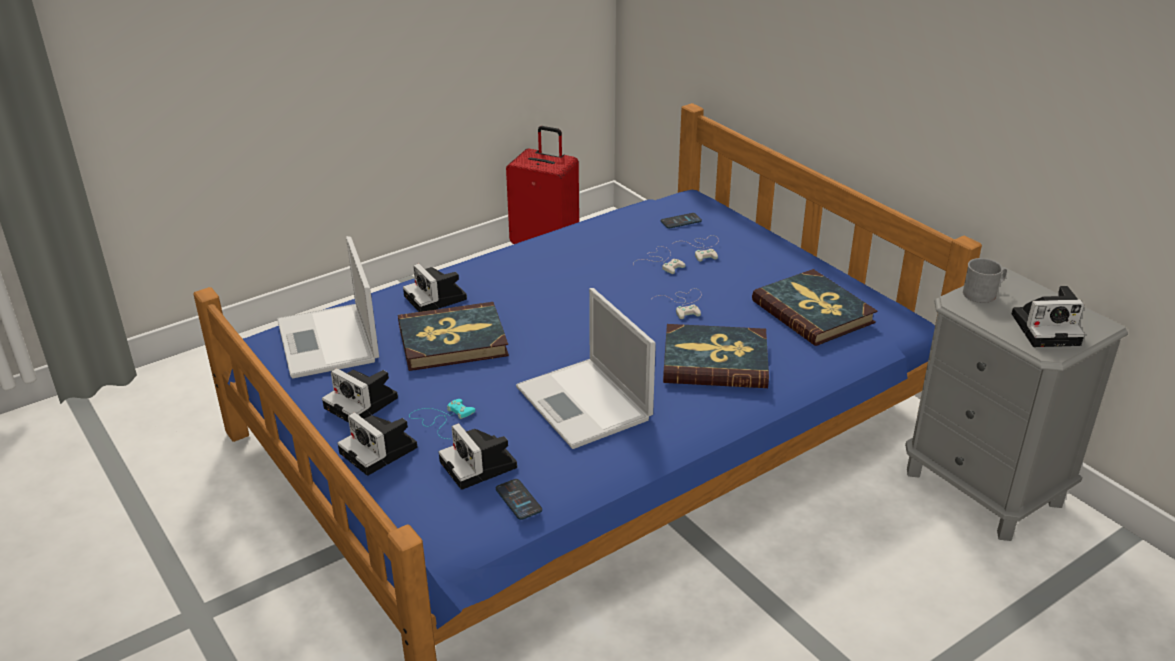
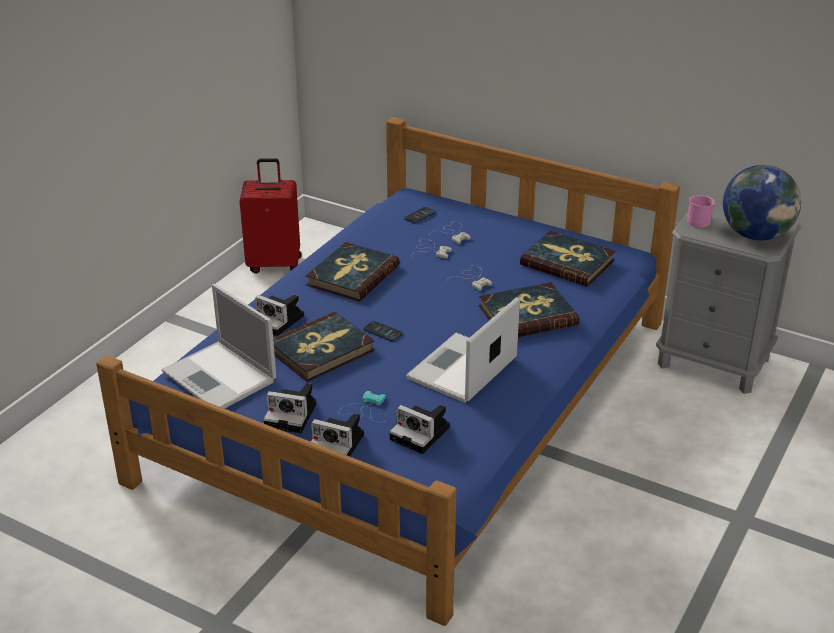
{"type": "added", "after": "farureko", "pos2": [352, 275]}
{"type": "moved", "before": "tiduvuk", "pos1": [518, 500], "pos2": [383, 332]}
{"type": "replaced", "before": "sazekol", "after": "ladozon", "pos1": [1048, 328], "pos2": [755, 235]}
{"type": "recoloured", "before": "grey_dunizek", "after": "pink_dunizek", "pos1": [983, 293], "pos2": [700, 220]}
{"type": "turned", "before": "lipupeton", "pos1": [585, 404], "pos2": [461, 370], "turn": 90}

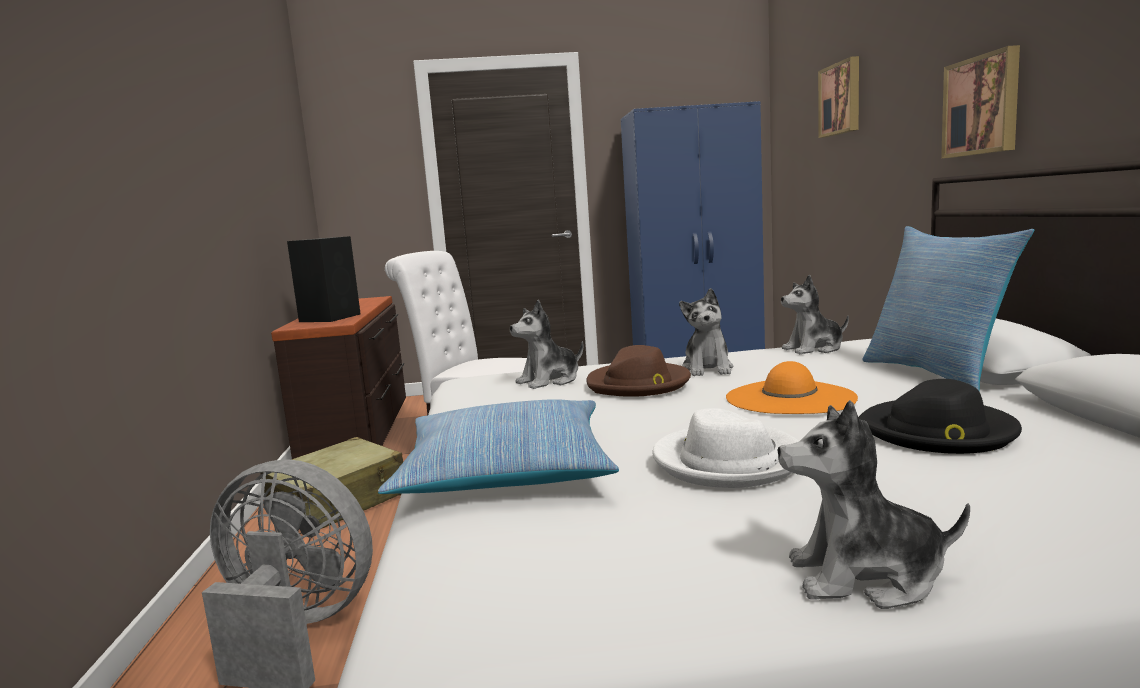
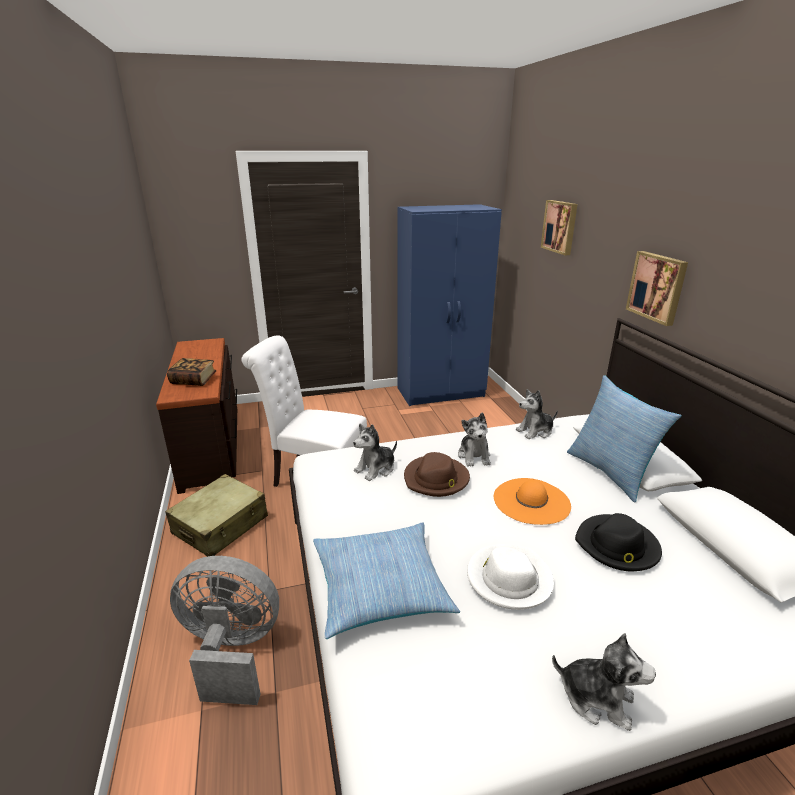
{"type": "replaced", "before": "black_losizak", "after": "farureko", "pos1": [331, 318], "pos2": [194, 380]}
{"type": "turned", "before": "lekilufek", "pos1": [865, 577], "pos2": [596, 698], "turn": -150}

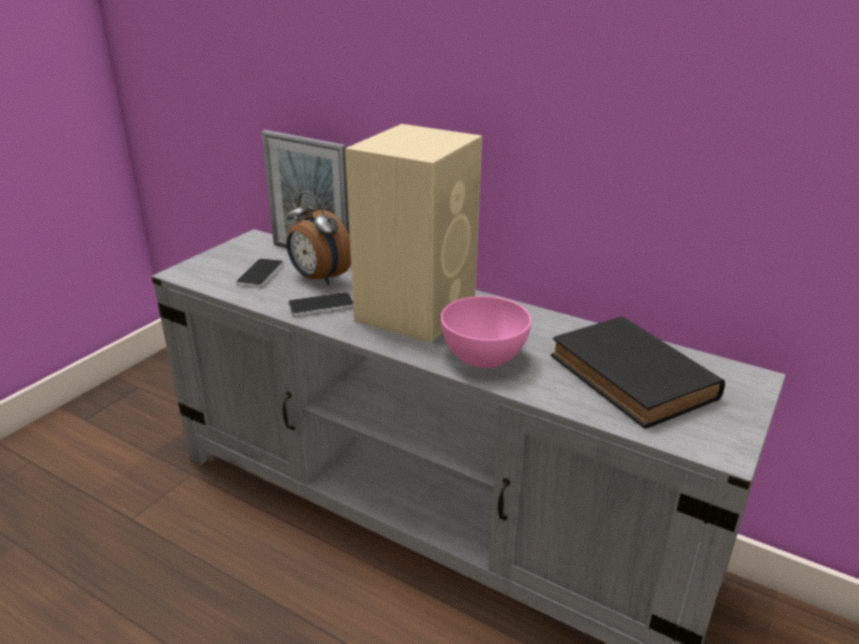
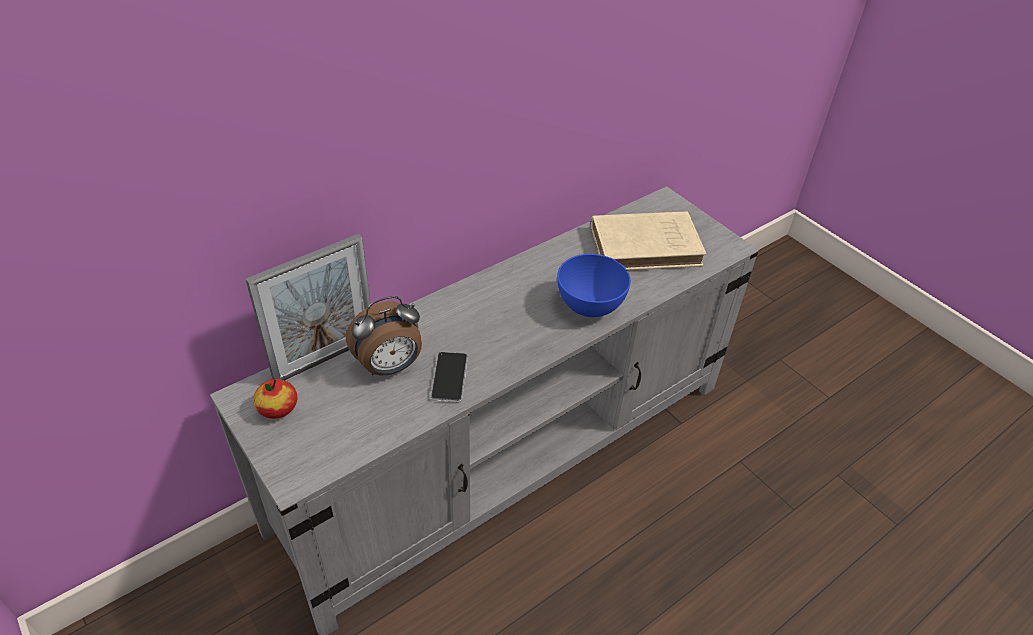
{"type": "removed", "before": "tiduvuk", "pos1": [260, 274]}
{"type": "removed", "before": "beige_losizak", "pos1": [417, 309]}
{"type": "added", "after": "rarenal", "pos2": [278, 408]}
{"type": "recoloured", "before": "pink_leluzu", "after": "blue_leluzu", "pos1": [483, 358], "pos2": [590, 306]}
{"type": "recoloured", "before": "black_farureko", "after": "beige_farureko", "pos1": [635, 379], "pos2": [648, 246]}

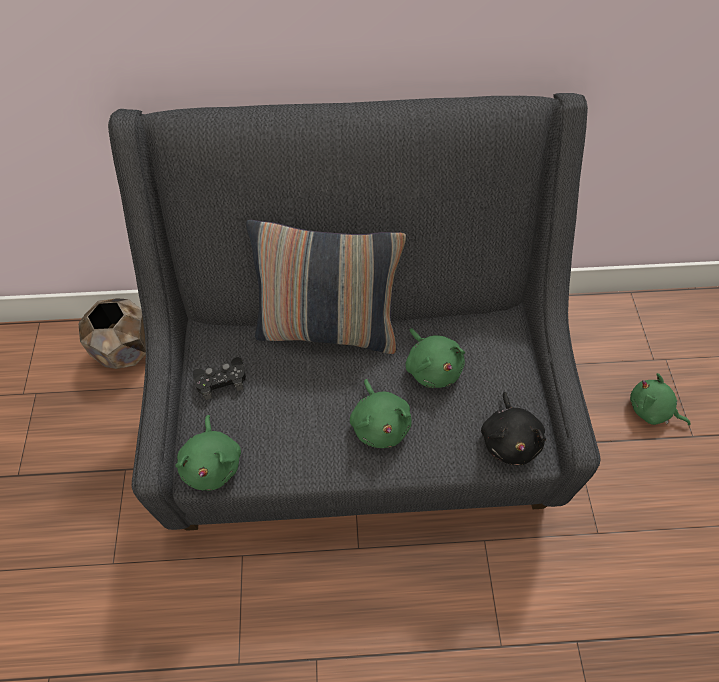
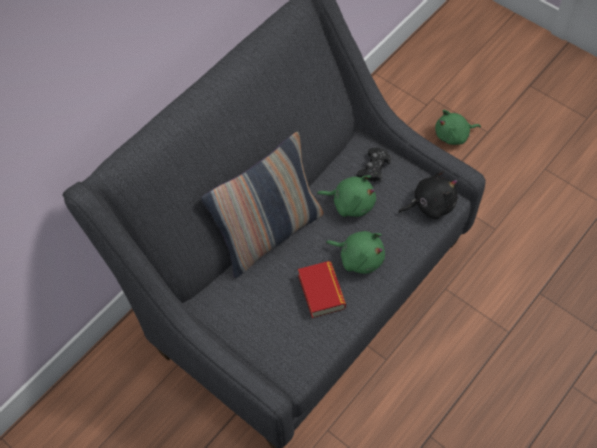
{"type": "removed", "before": "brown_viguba", "pos1": [127, 349]}
{"type": "removed", "before": "green_lekilufek", "pos1": [212, 462]}
{"type": "added", "after": "farureko", "pos2": [321, 292]}
{"type": "moved", "before": "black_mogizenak", "pos1": [221, 380], "pos2": [374, 168]}
{"type": "turned", "before": "black_lekilufek", "pos1": [509, 438], "pos2": [430, 205], "turn": -60}

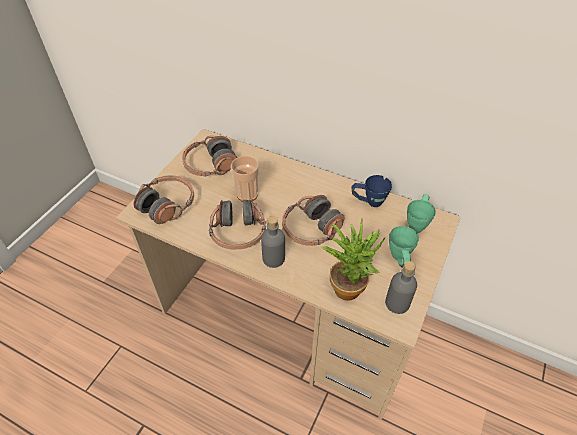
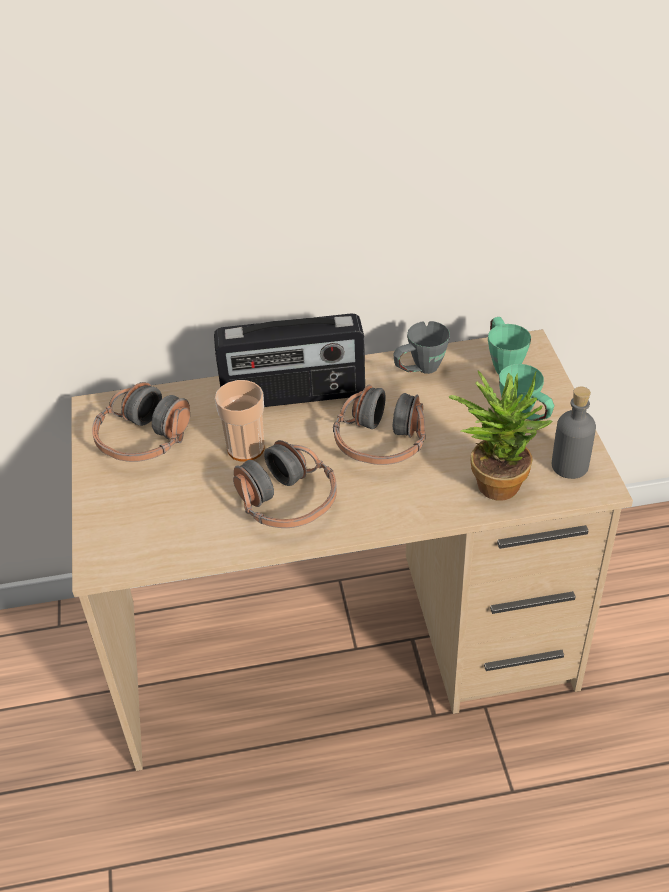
{"type": "removed", "before": "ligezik", "pos1": [167, 205]}
{"type": "removed", "before": "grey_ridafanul", "pos1": [273, 258]}
{"type": "added", "after": "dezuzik", "pos2": [293, 396]}
{"type": "recoloured", "before": "blue_dunizek", "after": "grey_dunizek", "pos1": [368, 202], "pos2": [419, 371]}

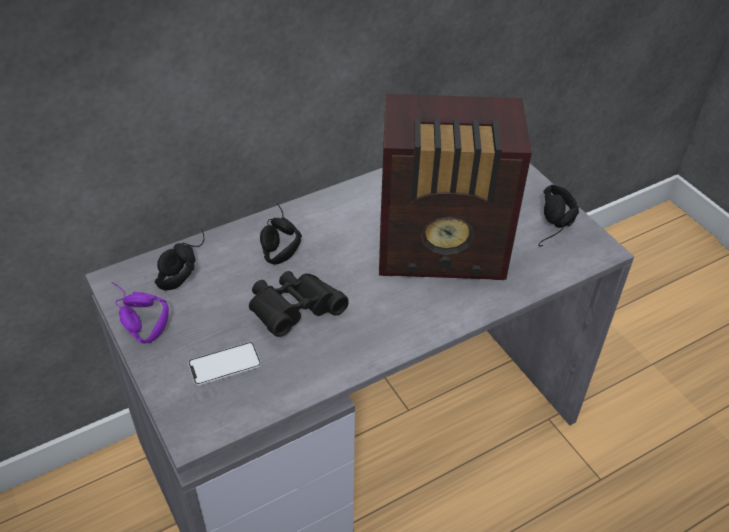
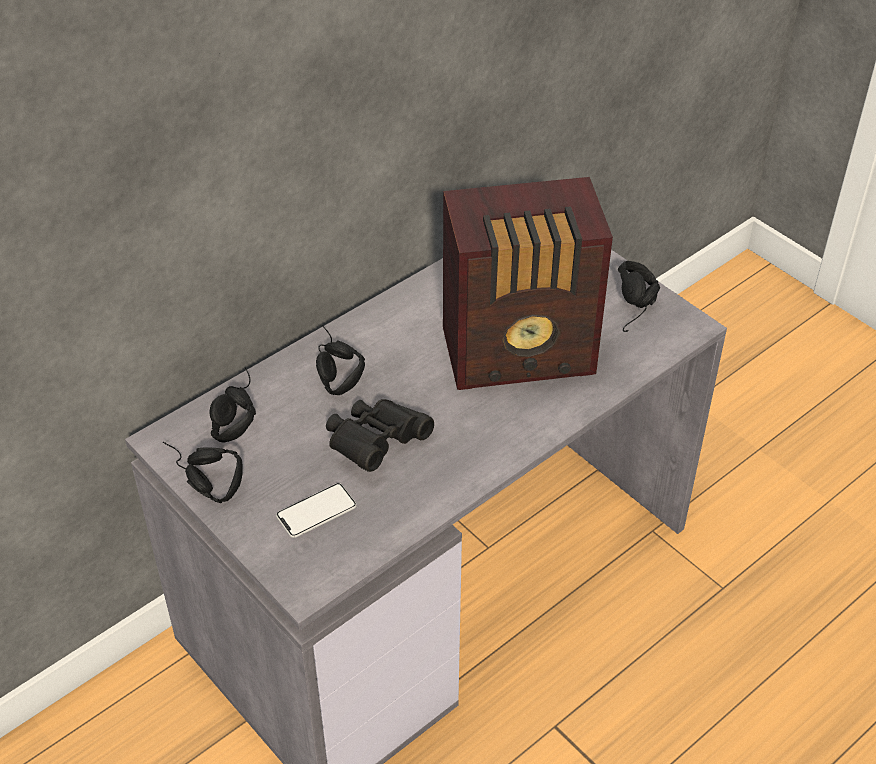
{"type": "recoloured", "before": "purple_ligezik", "after": "black_ligezik", "pos1": [132, 319], "pos2": [198, 479]}

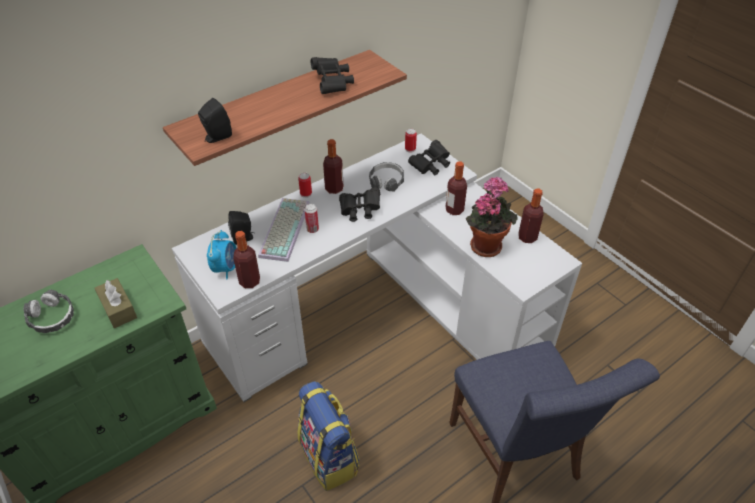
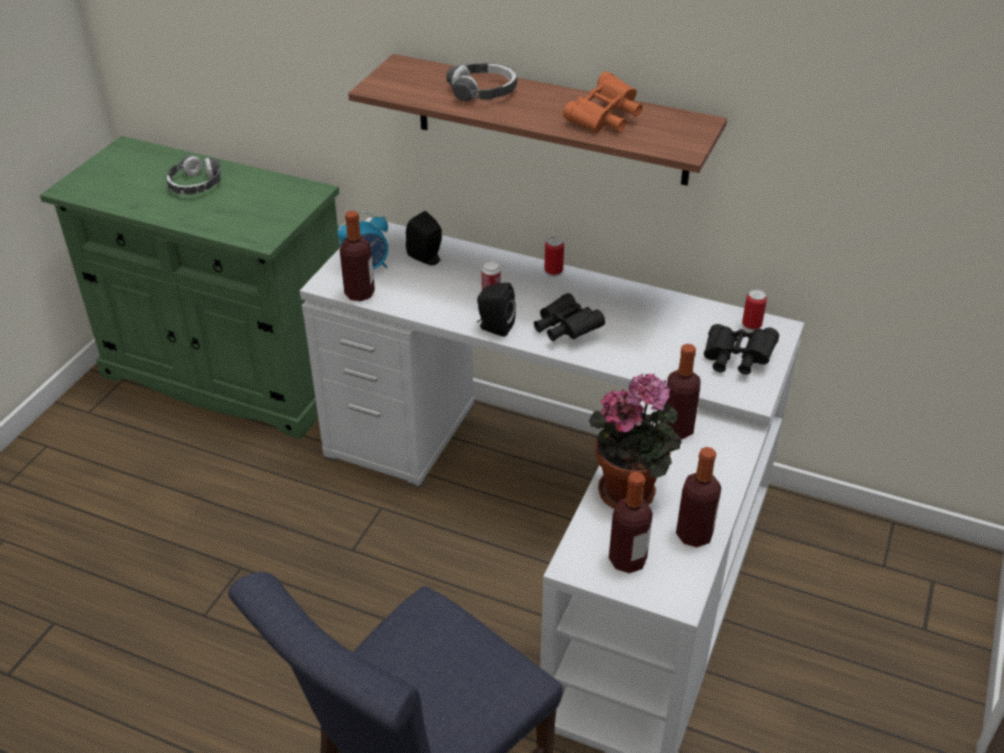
{"type": "removed", "before": "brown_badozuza", "pos1": [118, 309]}
{"type": "removed", "before": "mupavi", "pos1": [283, 228]}
{"type": "removed", "before": "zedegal", "pos1": [330, 457]}
{"type": "moved", "before": "black_losizak", "pos1": [216, 137], "pos2": [494, 327]}
{"type": "moved", "before": "ridafanul", "pos1": [334, 188], "pos2": [627, 560]}
{"type": "moved", "before": "ligezik", "pos1": [386, 181], "pos2": [483, 91]}
{"type": "recoloured", "before": "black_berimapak", "after": "orange_berimapak", "pos1": [333, 83], "pos2": [605, 119]}

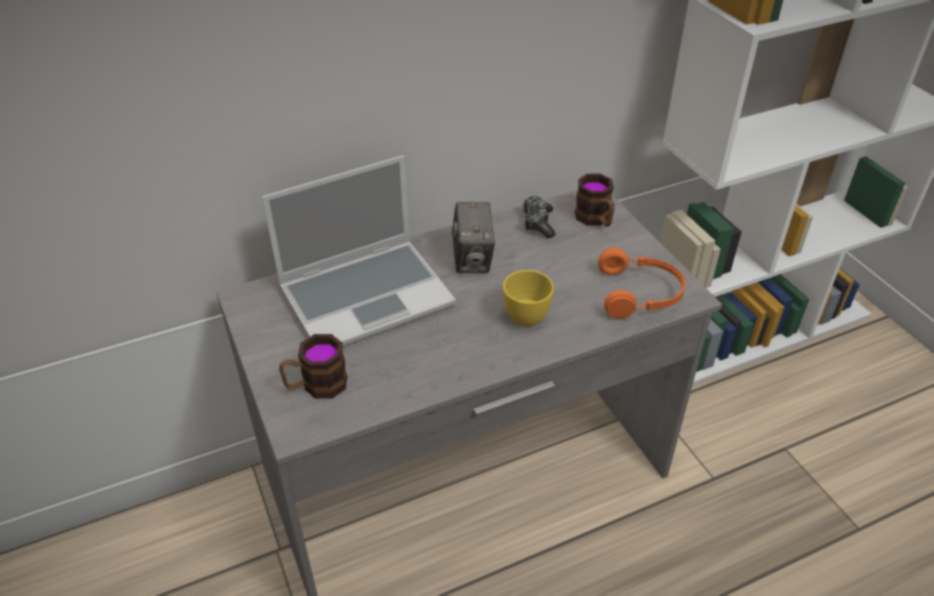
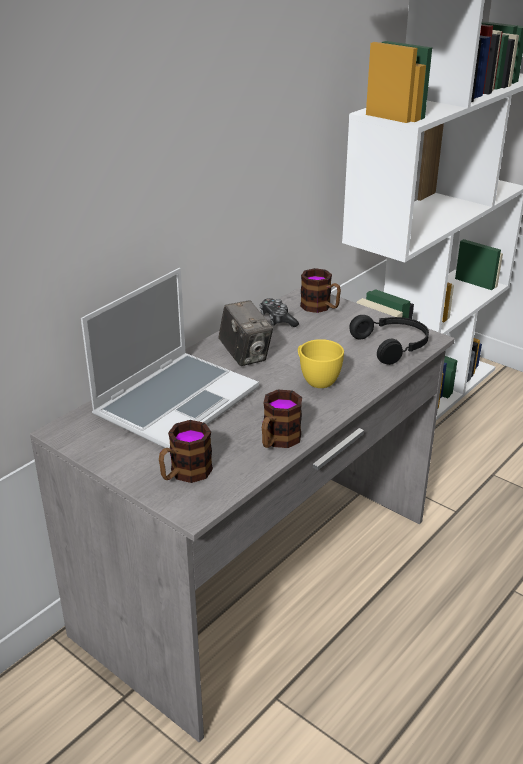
{"type": "added", "after": "dunizek", "pos2": [278, 441]}
{"type": "recoloured", "before": "orange_ligezik", "after": "black_ligezik", "pos1": [640, 294], "pos2": [393, 346]}

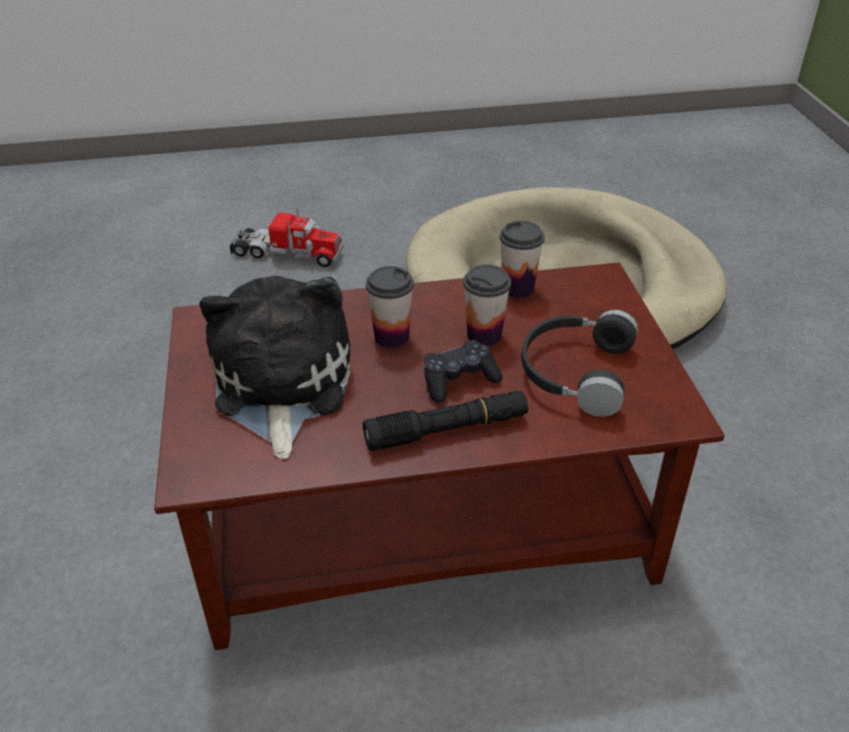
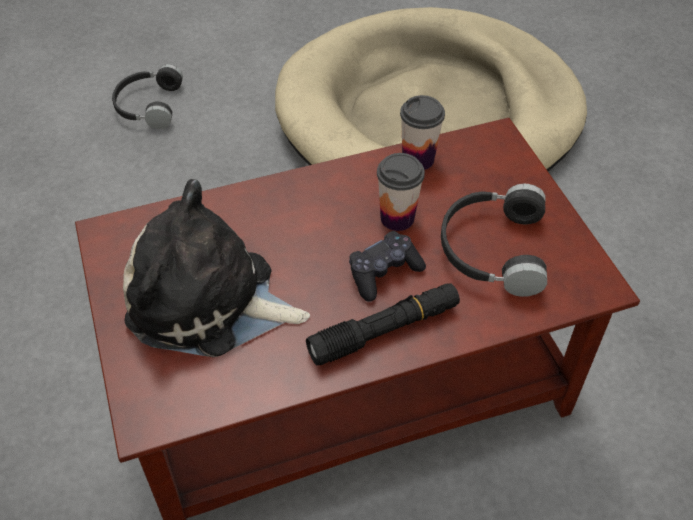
{"type": "removed", "before": "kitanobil", "pos1": [391, 337]}
{"type": "replaced", "before": "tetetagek", "after": "black_ligezik", "pos1": [287, 253], "pos2": [147, 105]}
{"type": "turned", "before": "lekilufek", "pos1": [280, 386], "pos2": [210, 302], "turn": -60}

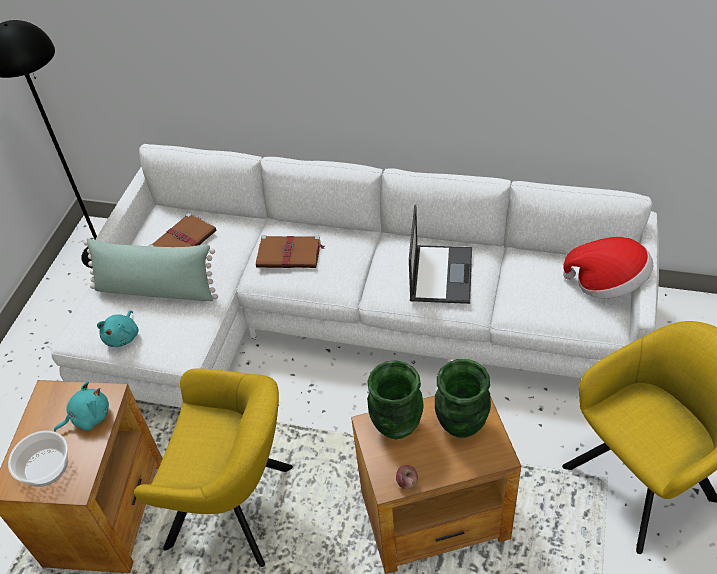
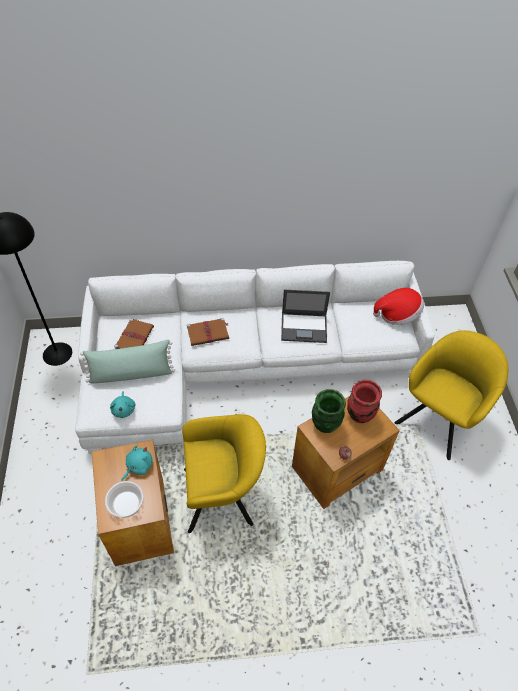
{"type": "recoloured", "before": "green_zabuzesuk", "after": "red_zabuzesuk", "pos1": [460, 425], "pos2": [359, 415]}
{"type": "turned", "before": "lipupeton", "pos1": [441, 274], "pos2": [304, 327], "turn": 105}

